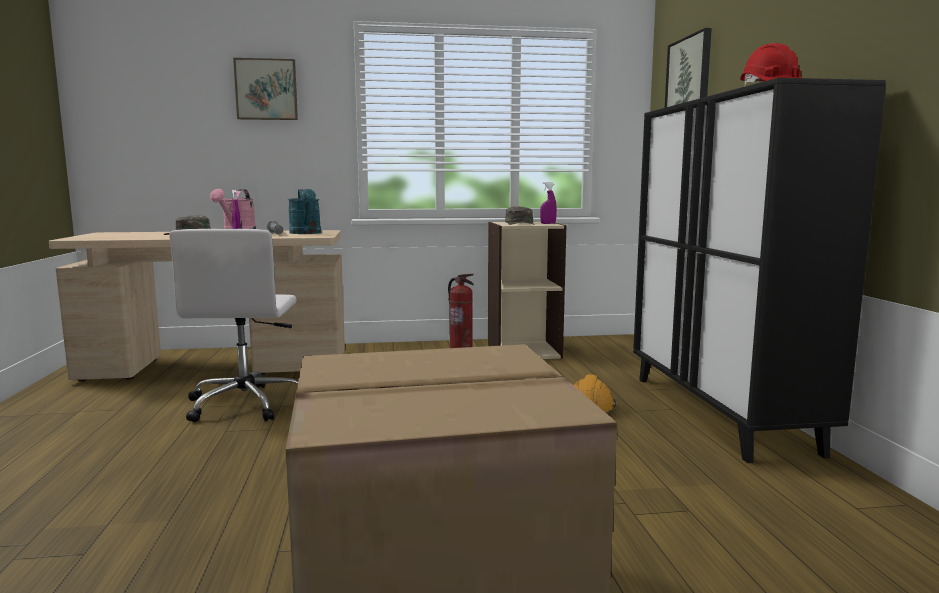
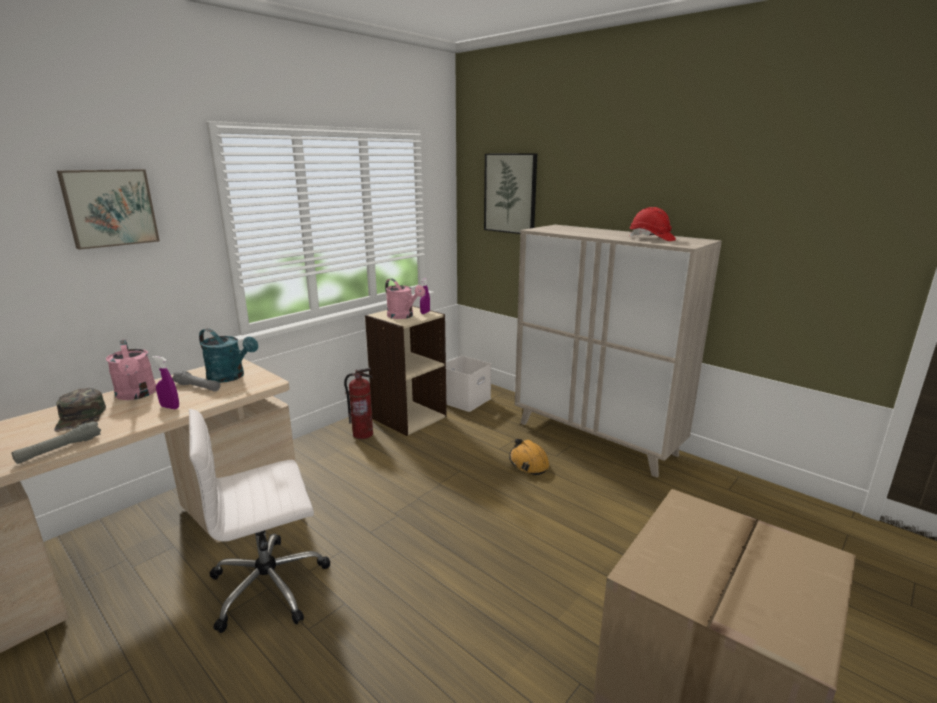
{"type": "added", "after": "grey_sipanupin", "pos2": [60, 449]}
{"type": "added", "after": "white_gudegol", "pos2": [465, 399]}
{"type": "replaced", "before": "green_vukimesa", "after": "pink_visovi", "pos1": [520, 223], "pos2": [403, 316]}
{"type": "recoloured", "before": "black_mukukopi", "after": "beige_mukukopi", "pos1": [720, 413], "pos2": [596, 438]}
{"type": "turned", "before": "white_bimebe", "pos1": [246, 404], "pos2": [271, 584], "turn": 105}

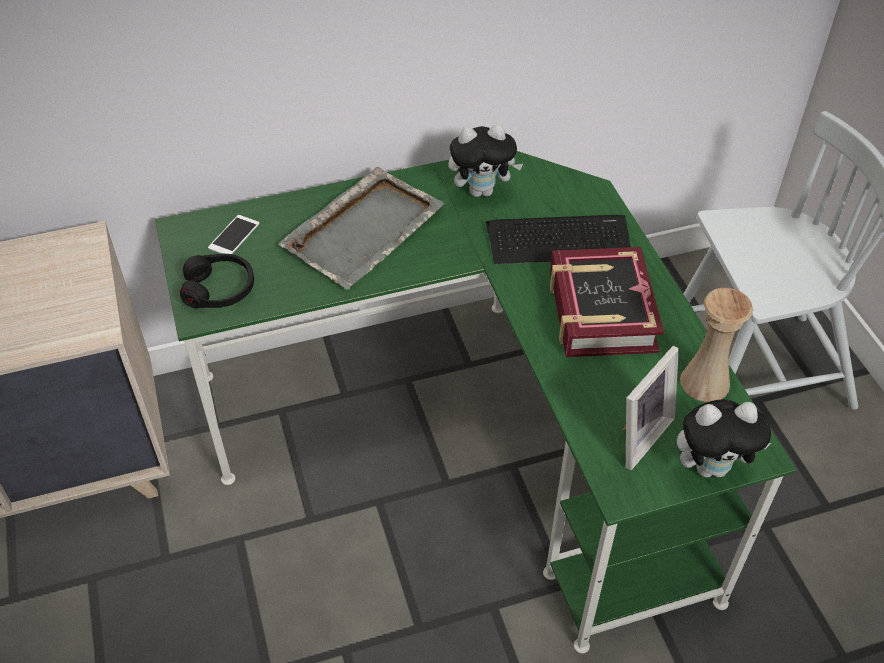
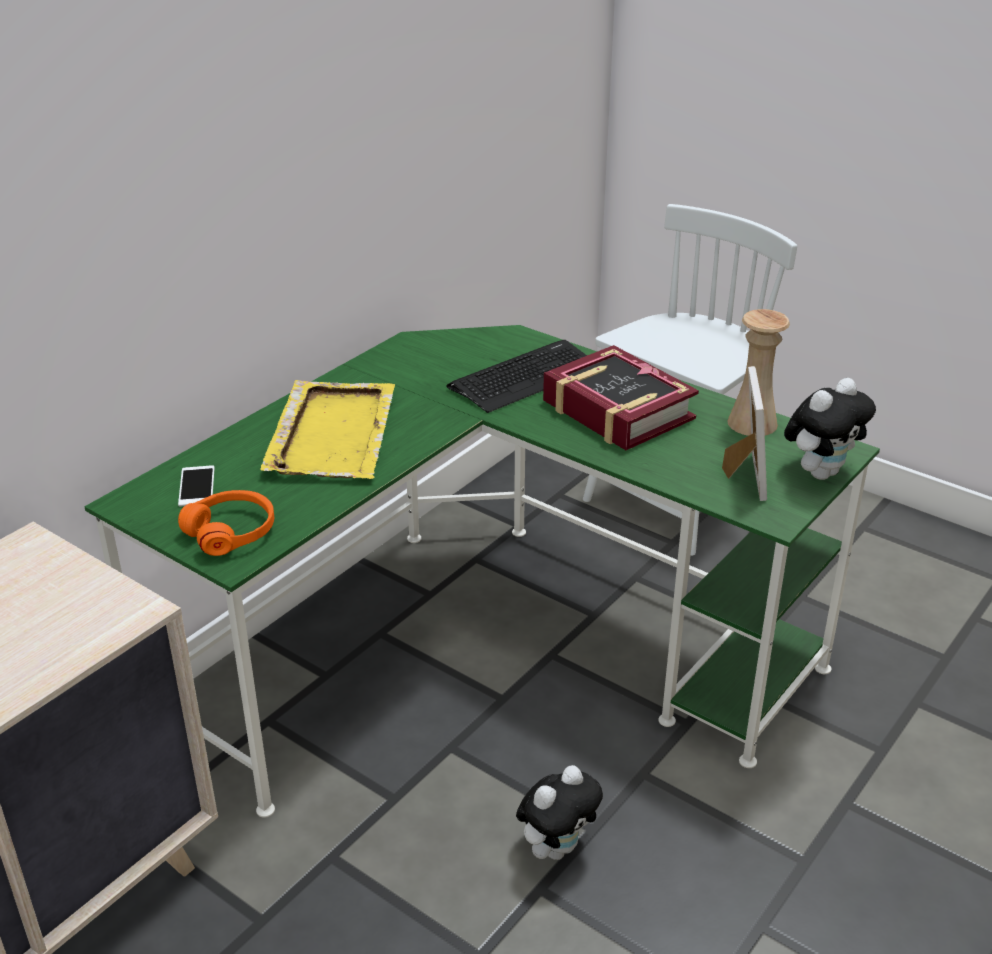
{"type": "moved", "before": "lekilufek", "pos1": [482, 191], "pos2": [557, 847]}
{"type": "recoloured", "before": "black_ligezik", "after": "orange_ligezik", "pos1": [219, 289], "pos2": [231, 532]}
{"type": "recoloured", "before": "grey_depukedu", "after": "yellow_depukedu", "pos1": [365, 229], "pos2": [333, 433]}

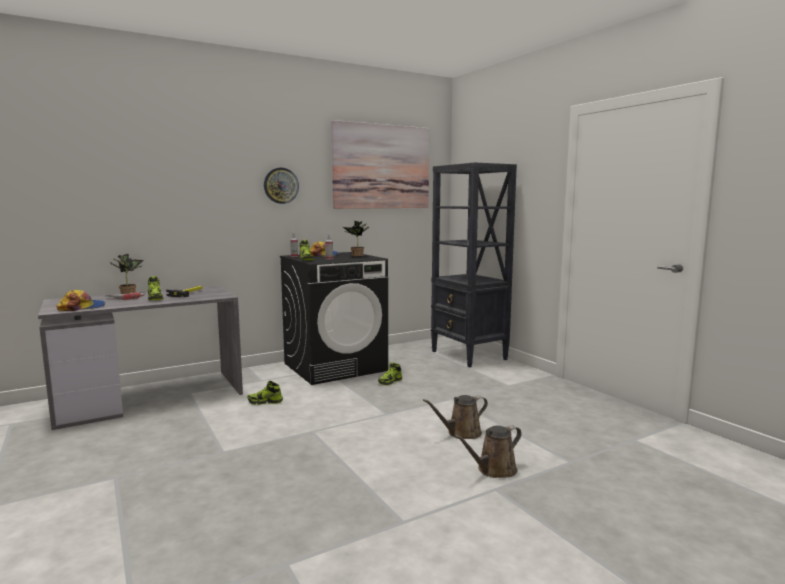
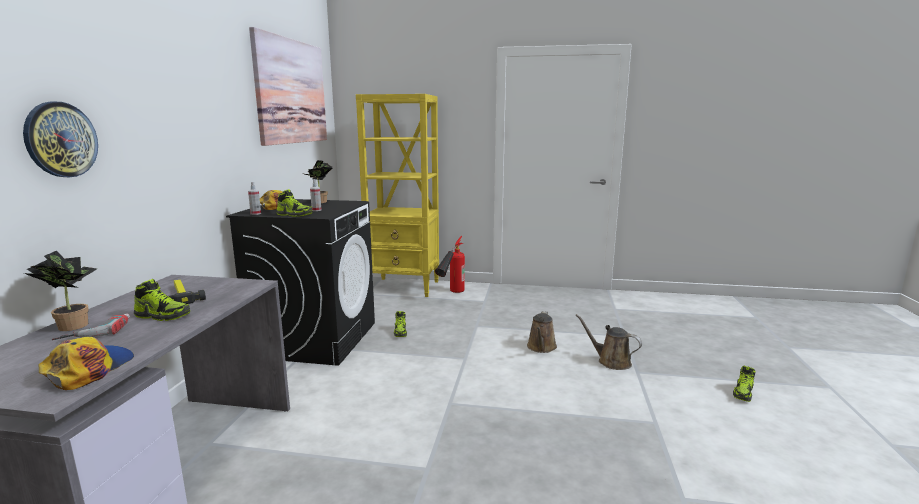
{"type": "added", "after": "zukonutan", "pos2": [451, 294]}
{"type": "moved", "before": "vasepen", "pos1": [265, 402], "pos2": [743, 393]}
{"type": "moved", "before": "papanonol", "pos1": [281, 185], "pos2": [60, 140]}
{"type": "recoloured", "before": "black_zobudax", "after": "yellow_zobudax", "pos1": [469, 355], "pos2": [404, 287]}
{"type": "turned", "before": "brown_visovi", "pos1": [494, 470], "pos2": [611, 361], "turn": 120}

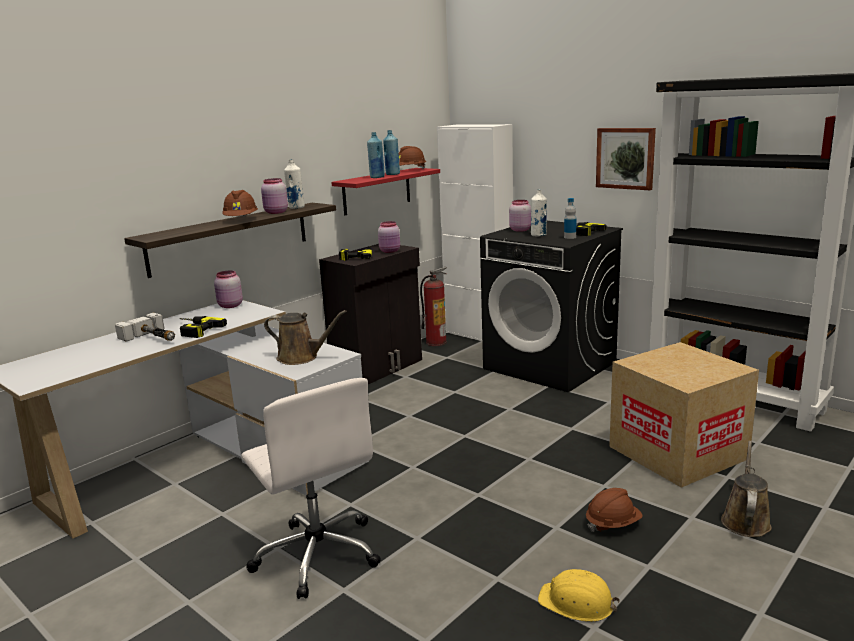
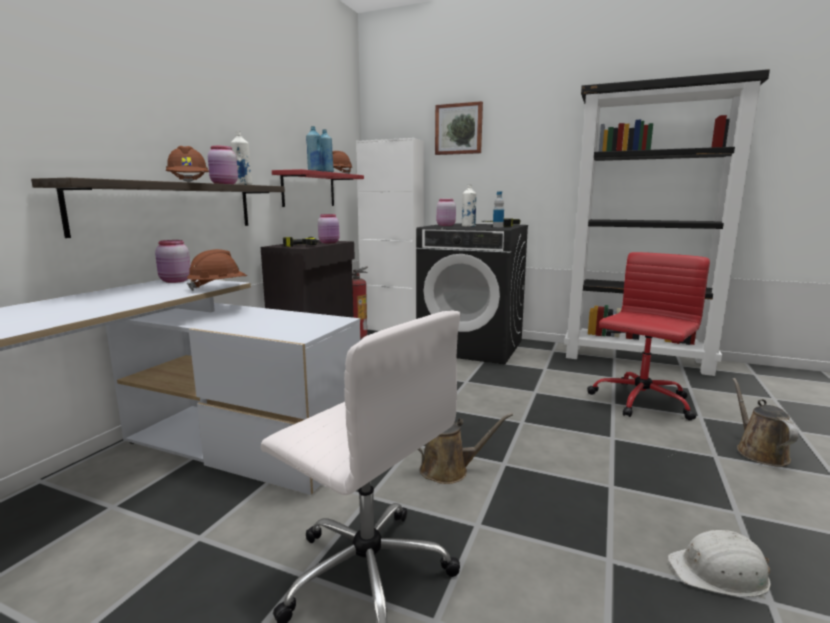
{"type": "removed", "before": "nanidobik", "pos1": [154, 338]}
{"type": "removed", "before": "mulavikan", "pos1": [193, 330]}
{"type": "moved", "before": "brown_visovi", "pos1": [301, 357], "pos2": [449, 470]}
{"type": "moved", "before": "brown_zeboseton", "pos1": [612, 524], "pos2": [218, 287]}
{"type": "moved", "before": "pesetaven", "pos1": [626, 158], "pos2": [459, 129]}
{"type": "replaced", "before": "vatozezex", "after": "red_bimebe", "pos1": [677, 452], "pos2": [640, 401]}
{"type": "recoloured", "before": "yellow_zeboseton", "after": "white_zeboseton", "pos1": [577, 603], "pos2": [720, 572]}

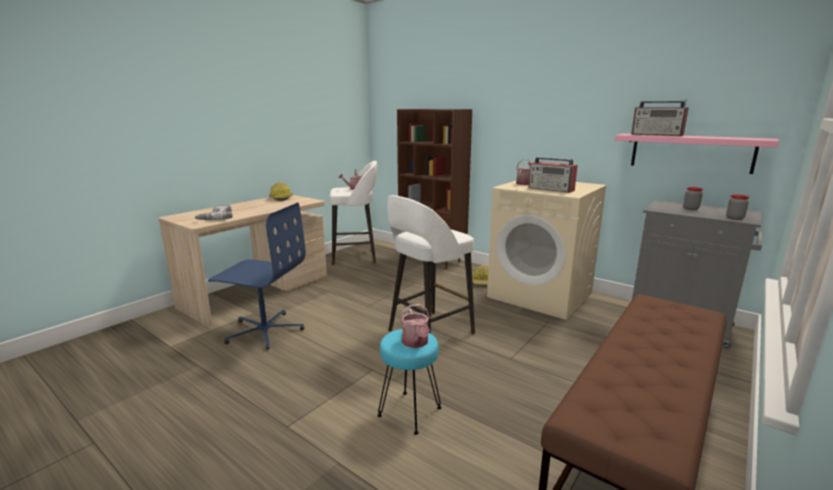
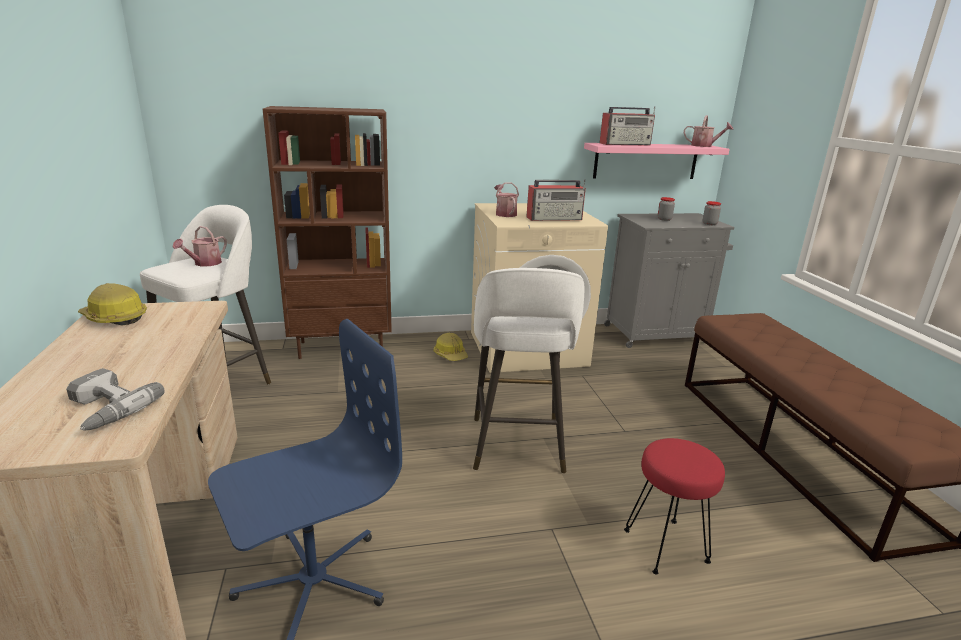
{"type": "moved", "before": "visovi", "pos1": [416, 343], "pos2": [704, 146]}
{"type": "recoloured", "before": "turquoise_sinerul", "after": "red_sinerul", "pos1": [409, 412], "pos2": [666, 547]}

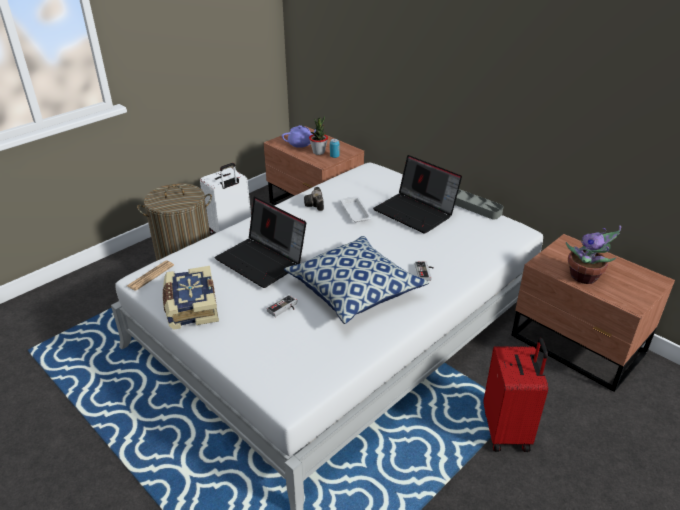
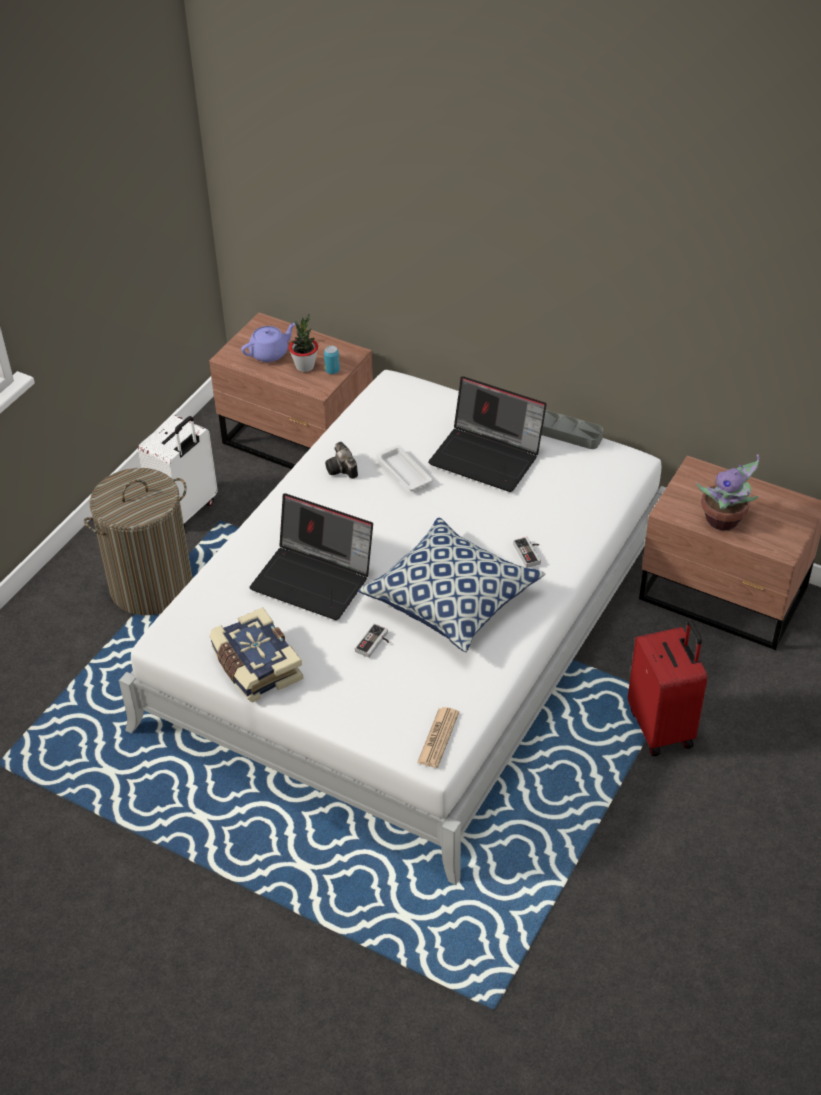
{"type": "moved", "before": "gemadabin", "pos1": [150, 276], "pos2": [438, 738]}

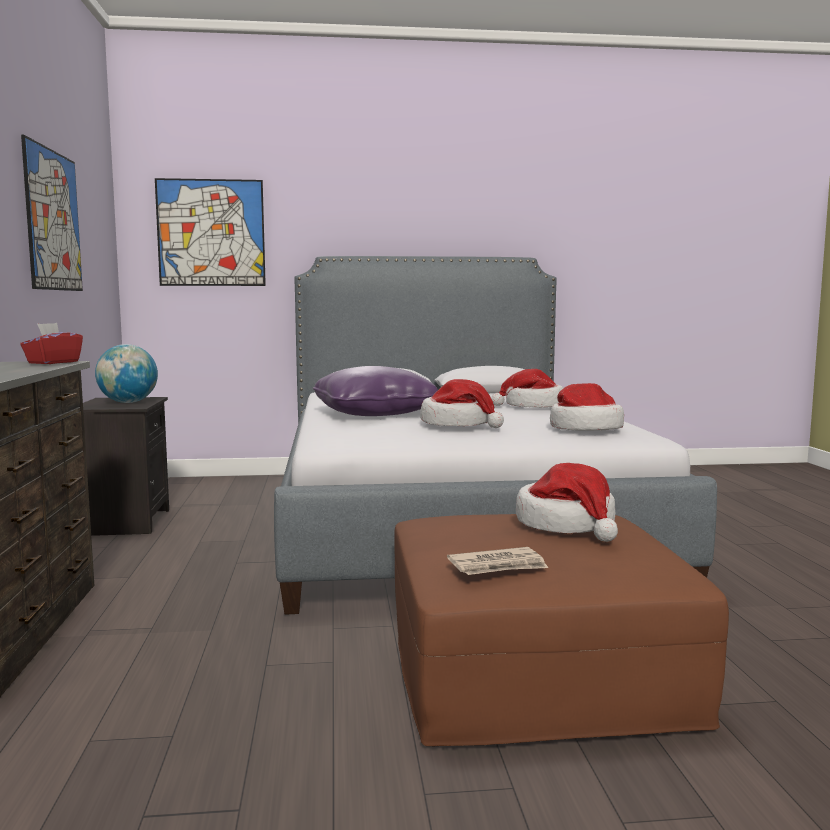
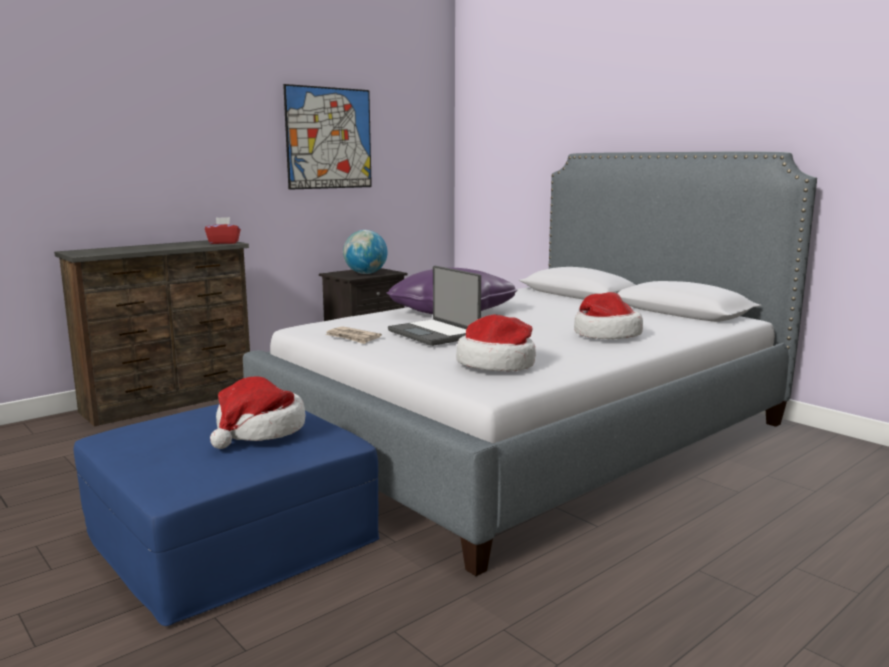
{"type": "removed", "before": "pesetaven", "pos1": [211, 233]}
{"type": "moved", "before": "gemadabin", "pos1": [498, 566], "pos2": [353, 337]}
{"type": "replaced", "before": "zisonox", "after": "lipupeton", "pos1": [458, 424], "pos2": [435, 334]}
{"type": "recoloured", "before": "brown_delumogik", "after": "blue_delumogik", "pos1": [535, 669], "pos2": [232, 537]}

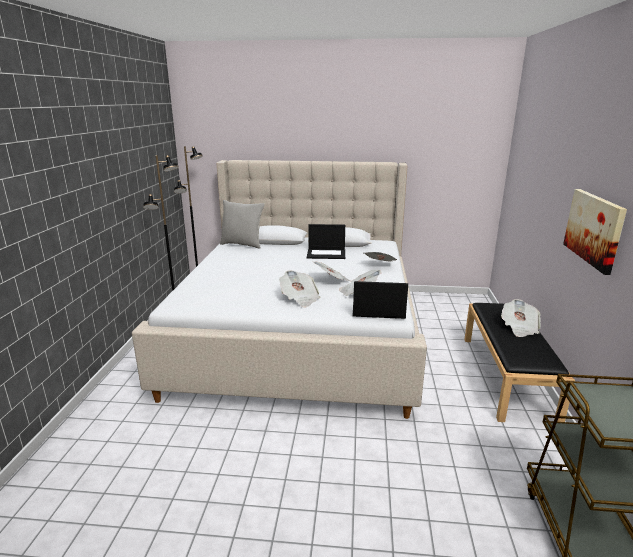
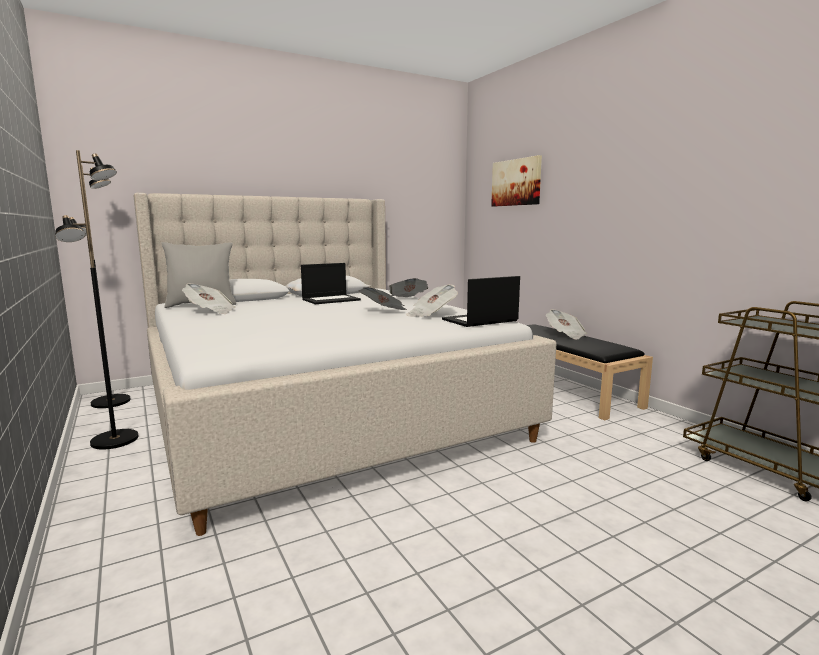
{"type": "moved", "before": "gemadabin", "pos1": [300, 299], "pos2": [210, 311]}
{"type": "moved", "before": "pesetaven", "pos1": [594, 229], "pos2": [516, 182]}

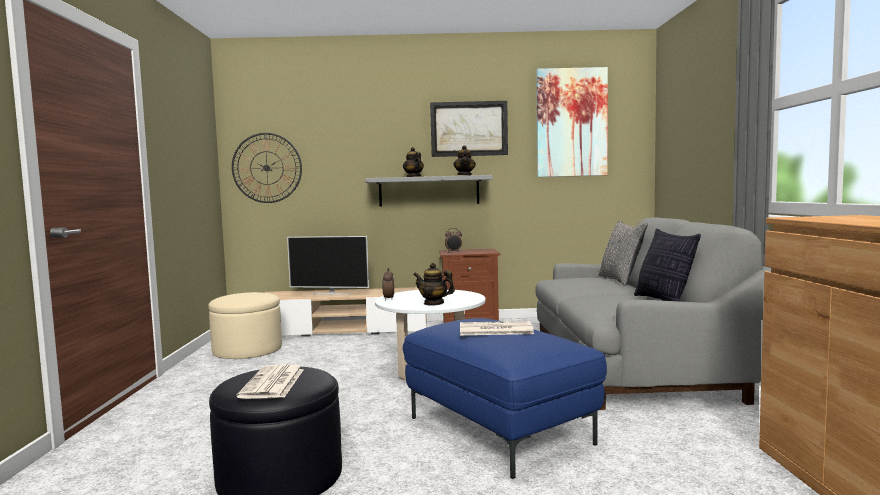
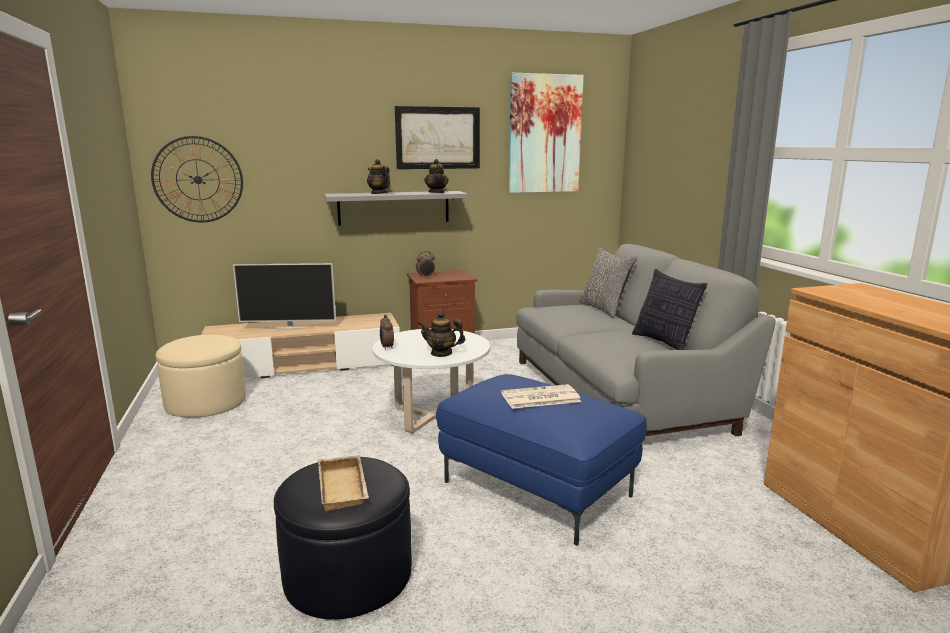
{"type": "replaced", "before": "gemadabin", "after": "beige_depukedu", "pos1": [273, 383], "pos2": [345, 488]}

